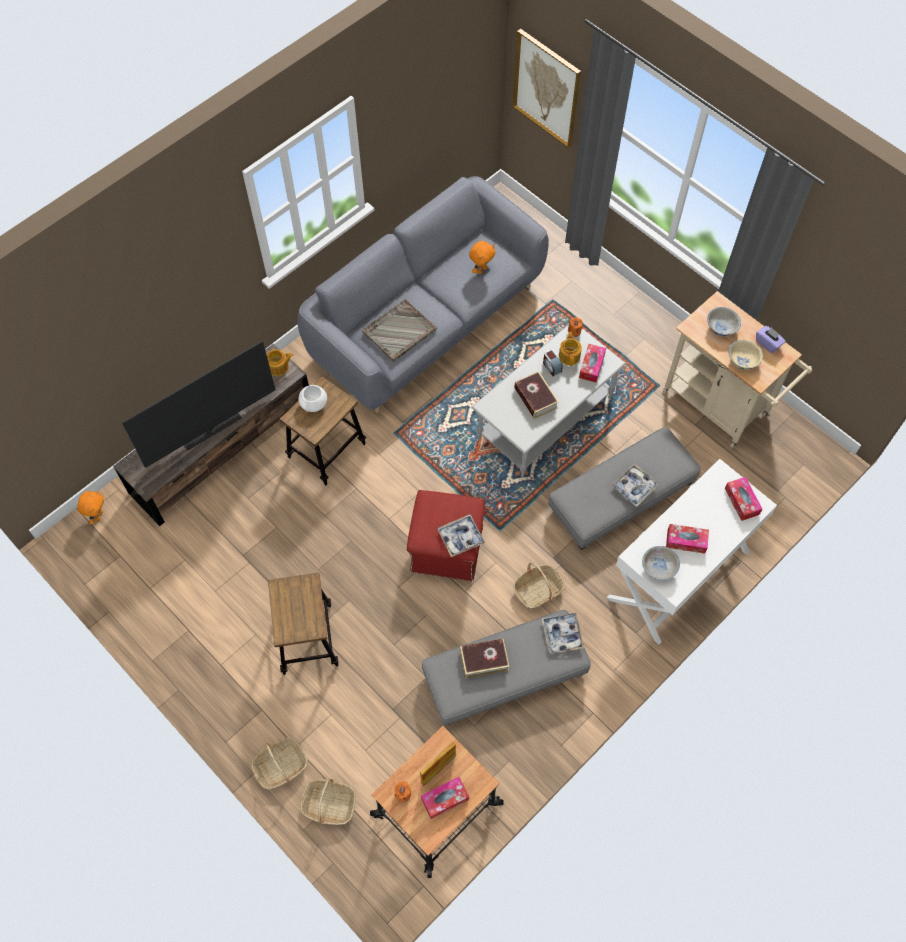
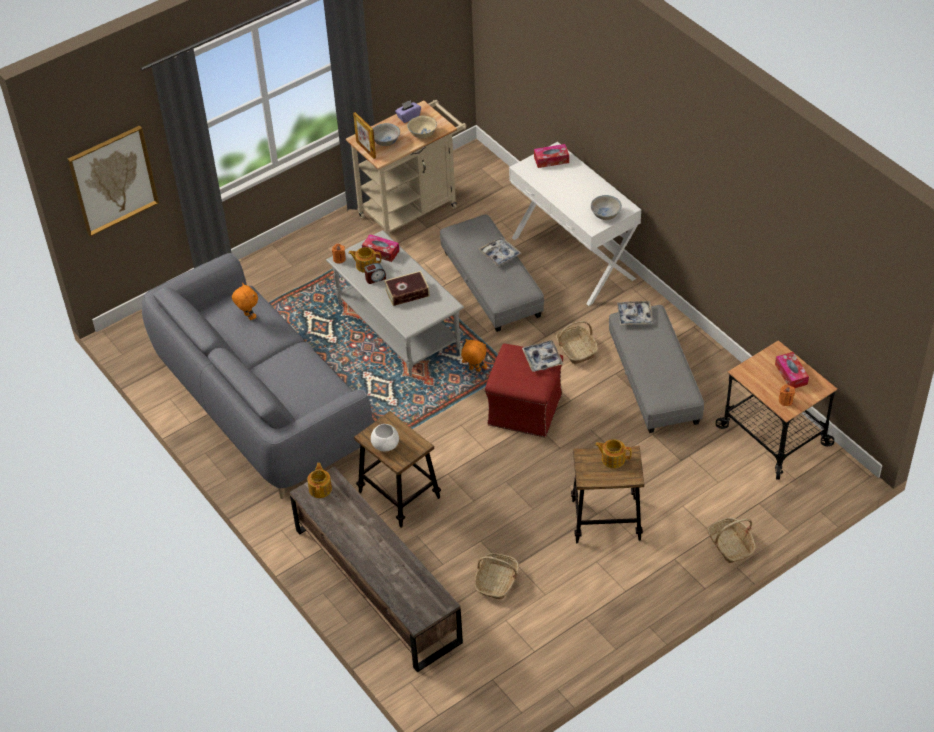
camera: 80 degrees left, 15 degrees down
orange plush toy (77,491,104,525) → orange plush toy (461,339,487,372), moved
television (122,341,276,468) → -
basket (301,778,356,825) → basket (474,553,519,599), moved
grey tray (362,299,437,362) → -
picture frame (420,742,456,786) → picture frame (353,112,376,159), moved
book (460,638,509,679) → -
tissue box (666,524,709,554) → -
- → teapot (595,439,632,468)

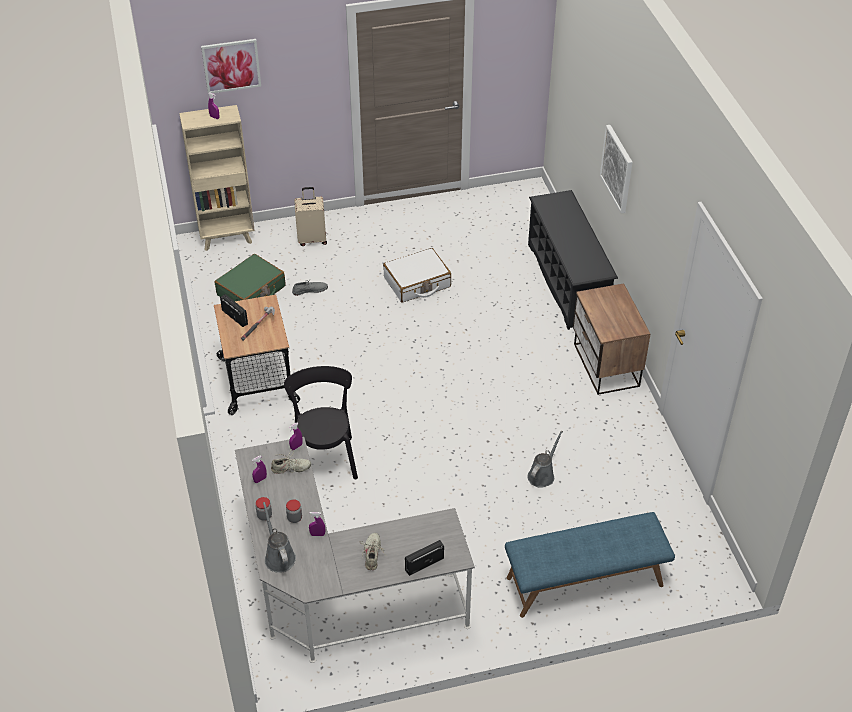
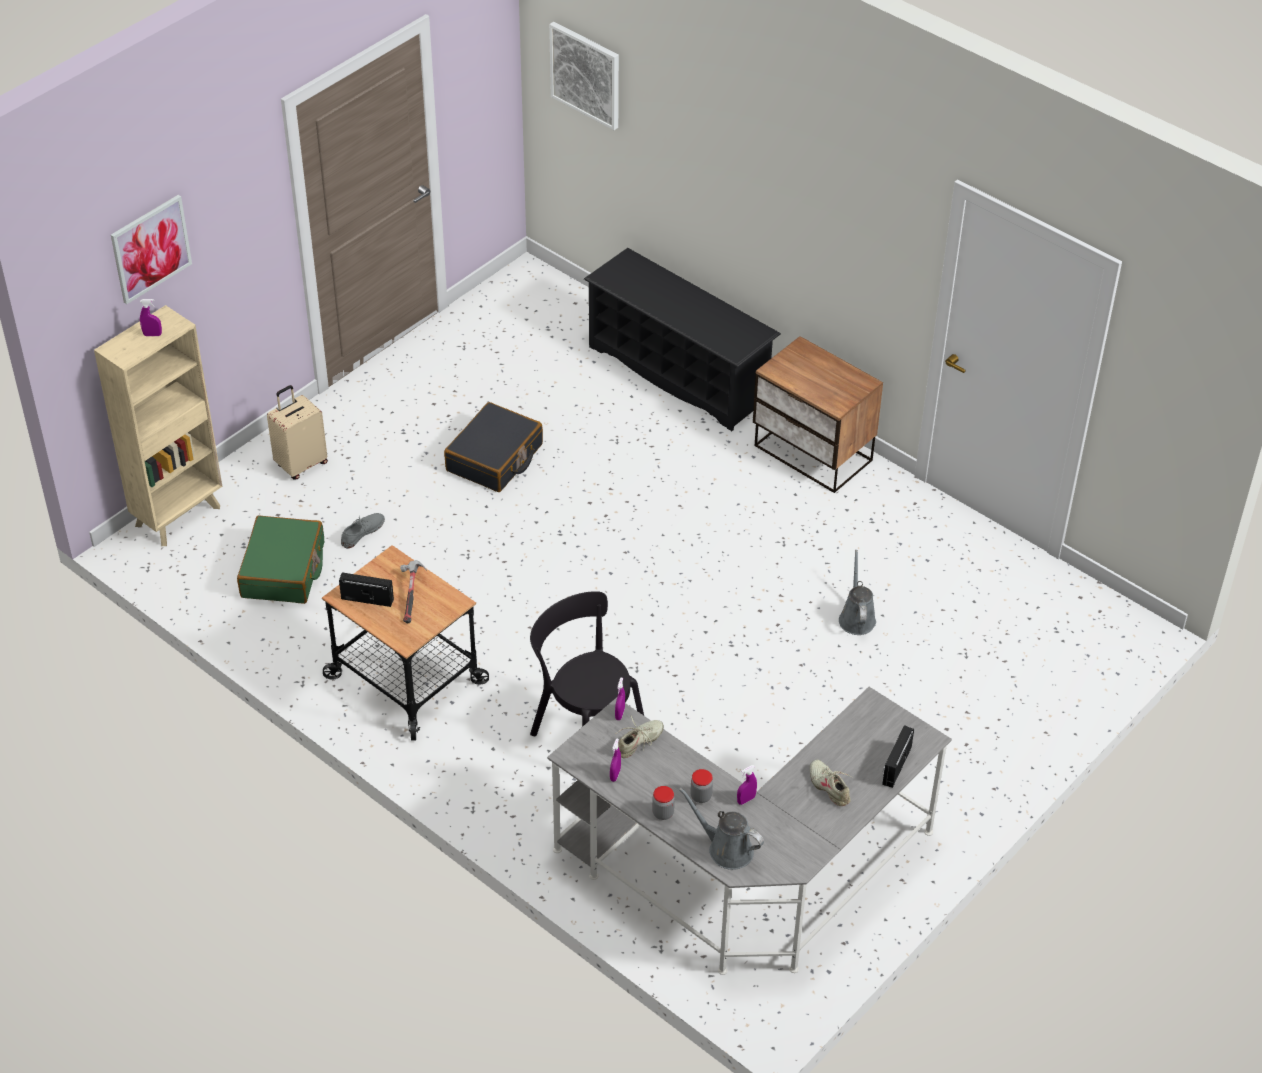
camera: 35 degrees left, 0 degrees up
white suitcase (383,248,451,303) → black suitcase (444,402,543,492)
blue bench (505,512,675,618) → -
picture (600,125,633,213) → picture (549,22,619,130), moved

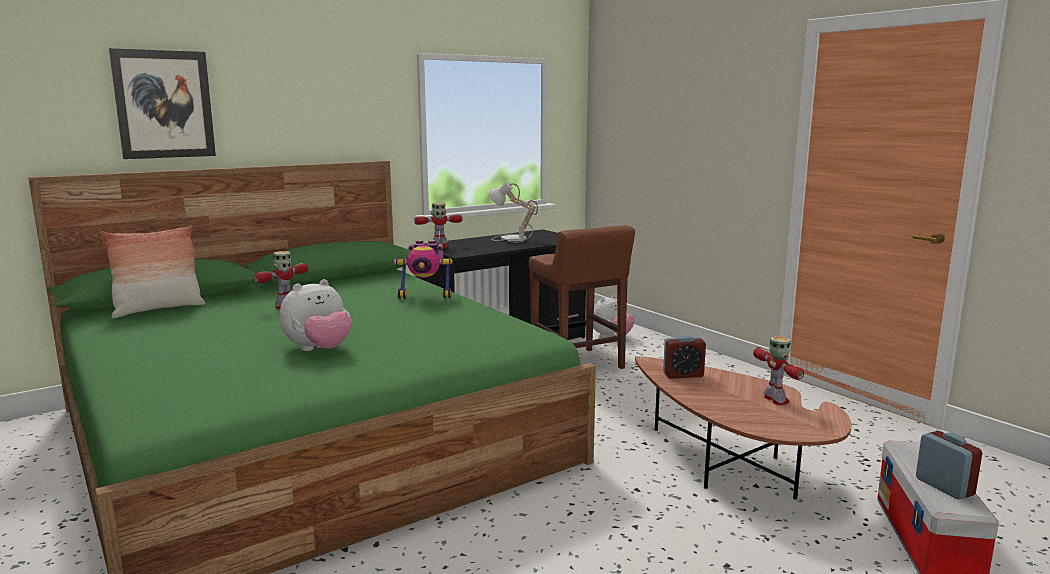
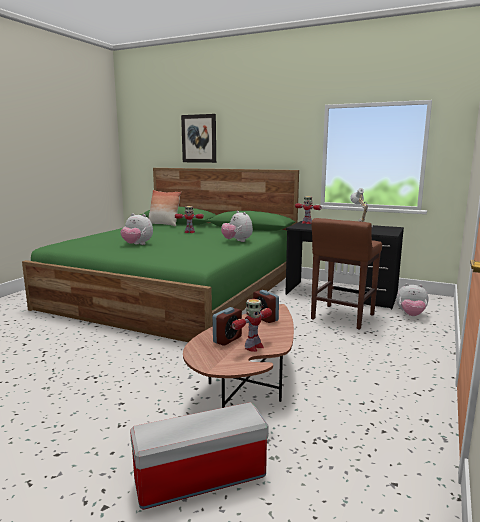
camera: 60 degrees right, 0 degrees up
toy robot (394,240,453,299) → plush toy (221,211,253,242)
alarm clock (916,431,982,499) → alarm clock (213,307,242,346), moved

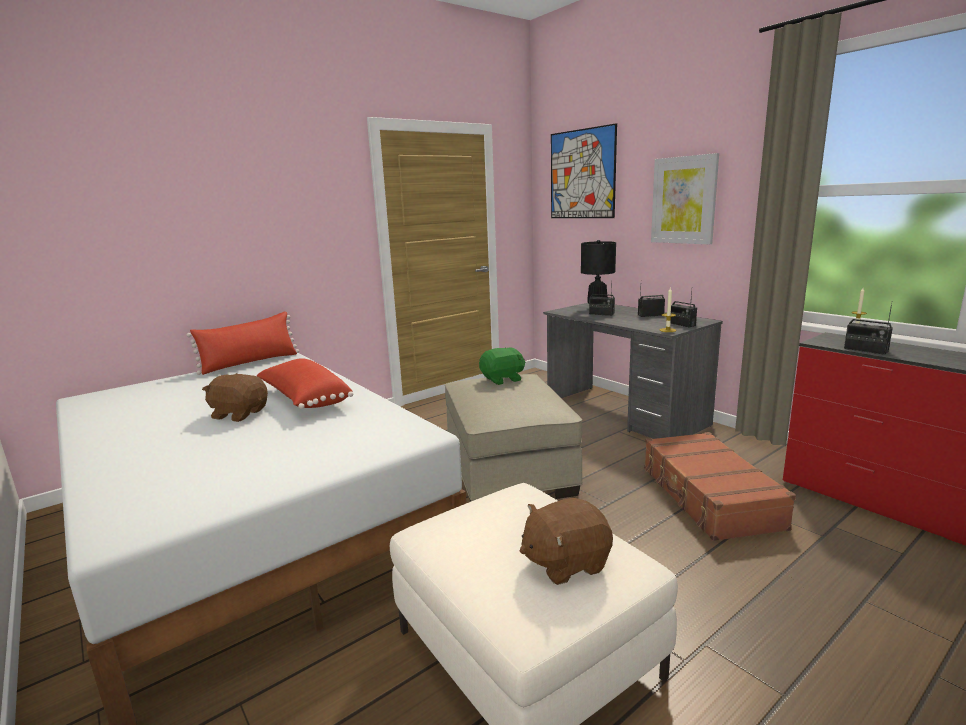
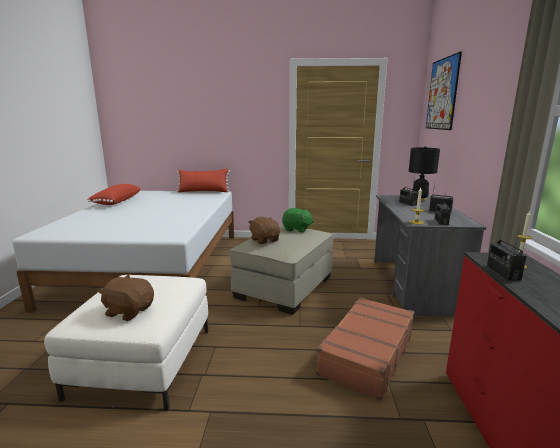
camera: 40 degrees right, 0 degrees up
brown plush toy (202,373,268,422) → brown plush toy (248,217,280,244), moved
red pillow (256,358,353,409) → red pillow (87,184,141,205), moved
picture (651,153,719,244) → -

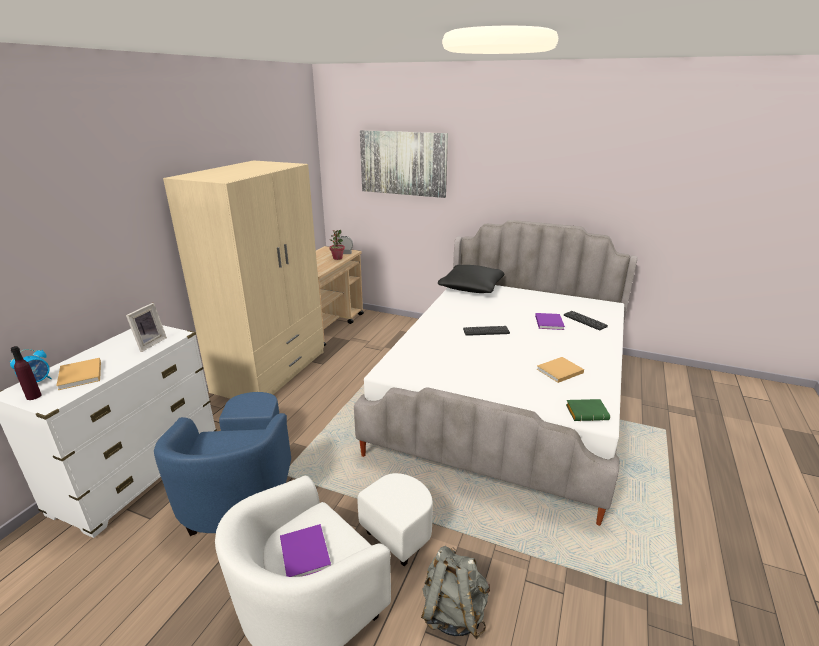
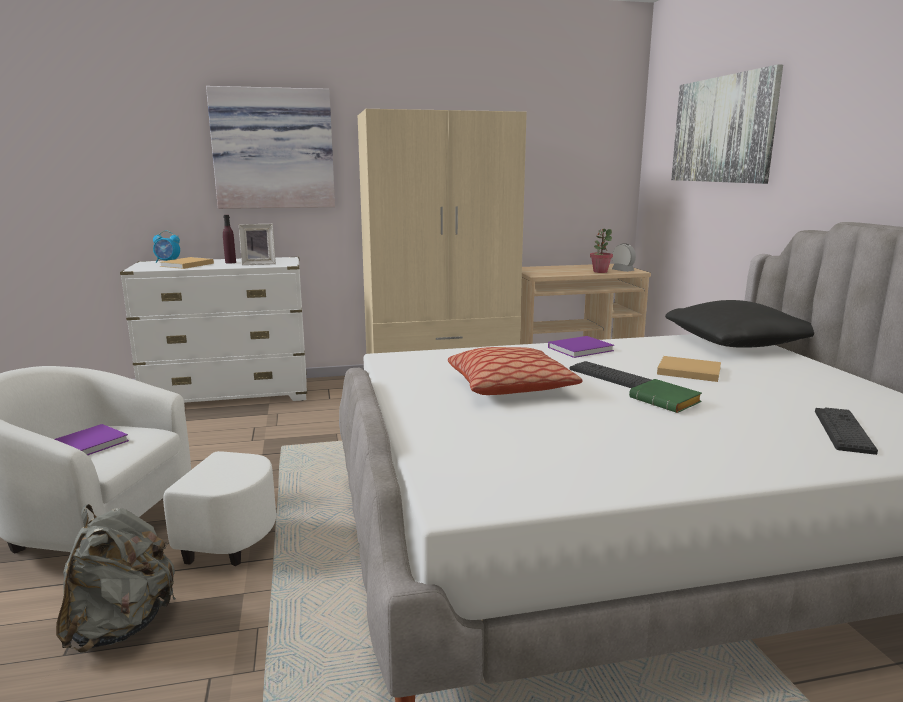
camera: 55 degrees right, 10 degrees down
purple bottle (11,346,42,400) → purple bottle (223,215,236,264), moved
blue armchair (154,392,291,536) → -
purple book (535,313,565,330) → purple book (548,336,614,358), moved
beige book (537,357,584,383) → beige book (657,356,721,382), moved
green book (566,399,610,421) → green book (629,379,702,413), moved
- → picture (206,86,335,209)
- → pillow (448,347,583,395)

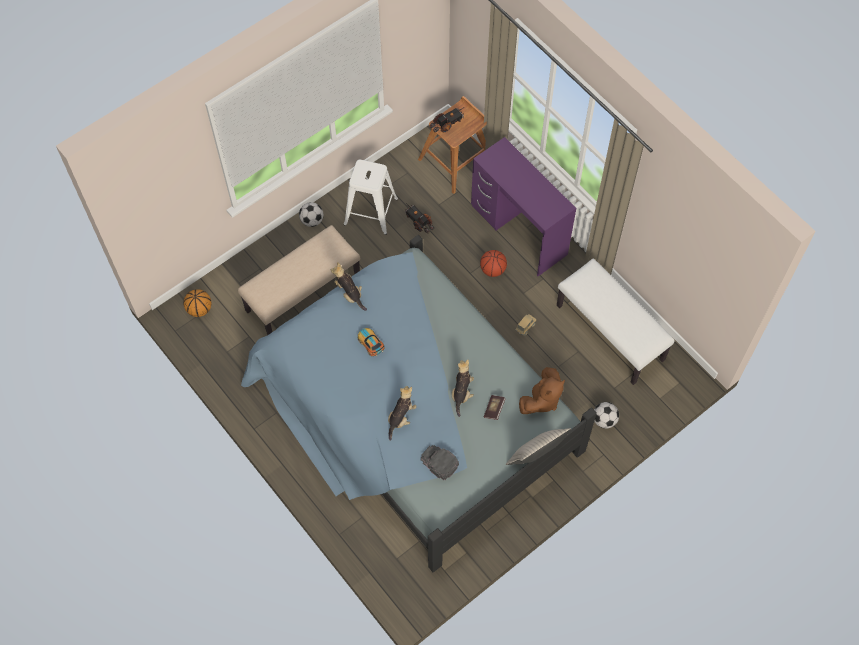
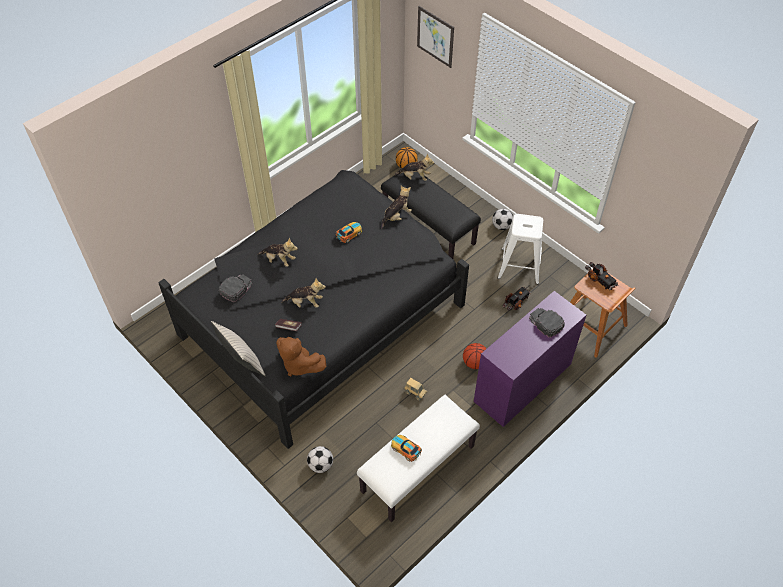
camera: 85 degrees right, 10 degrees down
beige bench (238,225,361,336) → black bench (381,172,481,259)
blue bed (241,235,597,572) → black bed (158,170,469,449)
- → toy car (391,435,422,462)
- → plush toy (395,153,434,181)
- → picture (417,6,454,68)
- → black cap (529,308,565,338)

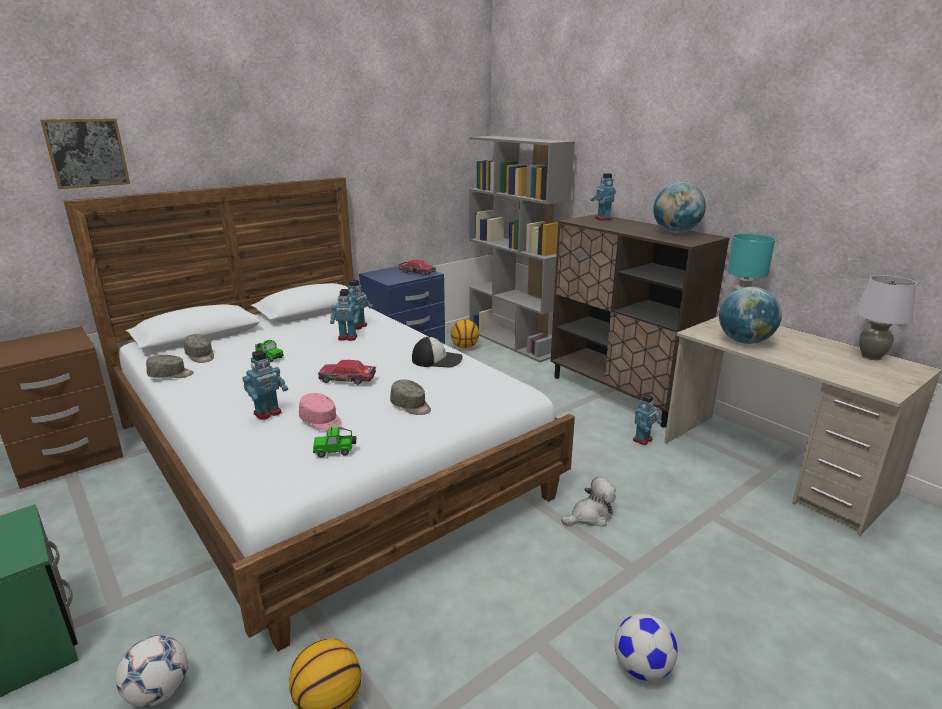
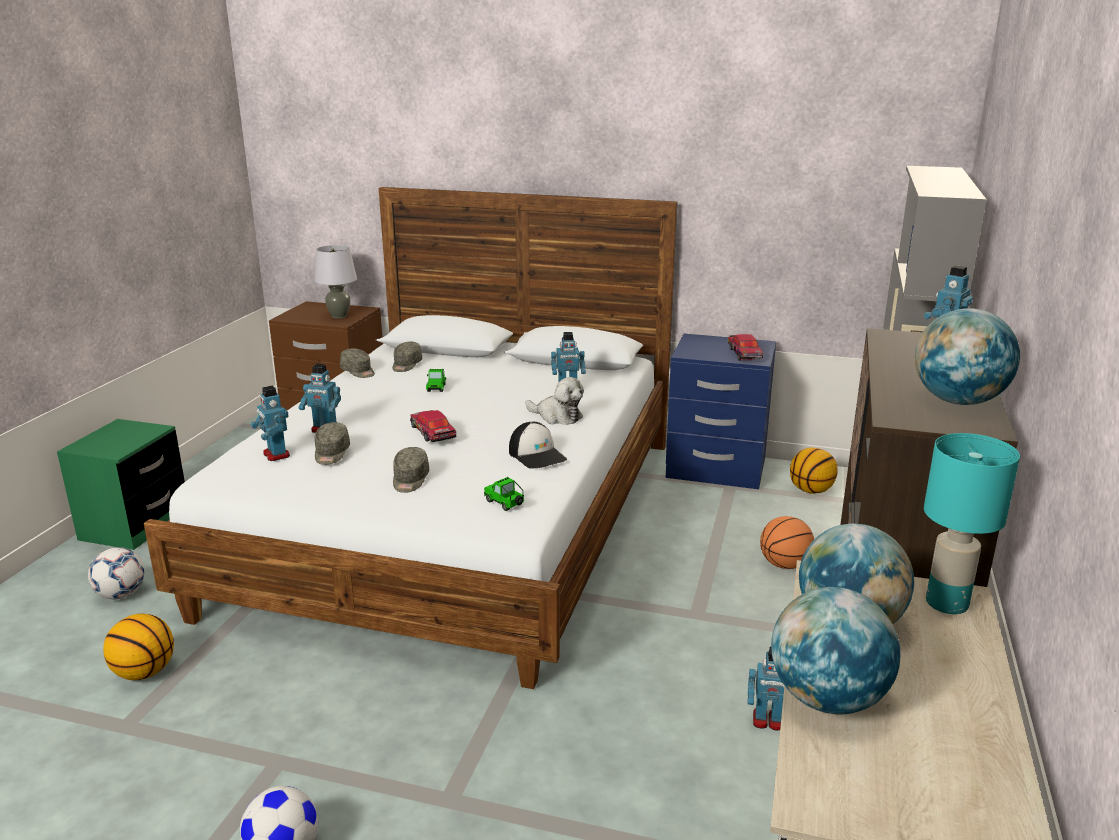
camera: 55 degrees right, 0 degrees up
picture (40,118,130,189) → -
pink cap (299,393,342,431) → grey cap (315,422,350,465)
toy car (313,427,356,457) → toy car (484,477,524,511), moved
toy robot (330,289,360,341) → toy robot (251,386,290,461), moved
plush toy (561,477,616,527) → plush toy (525,377,584,425), moved
grey table lamp (855,275,917,360) → grey table lamp (314,245,357,319), moved
- → basketball (760,516,814,569)
- → globe (771,587,901,715)

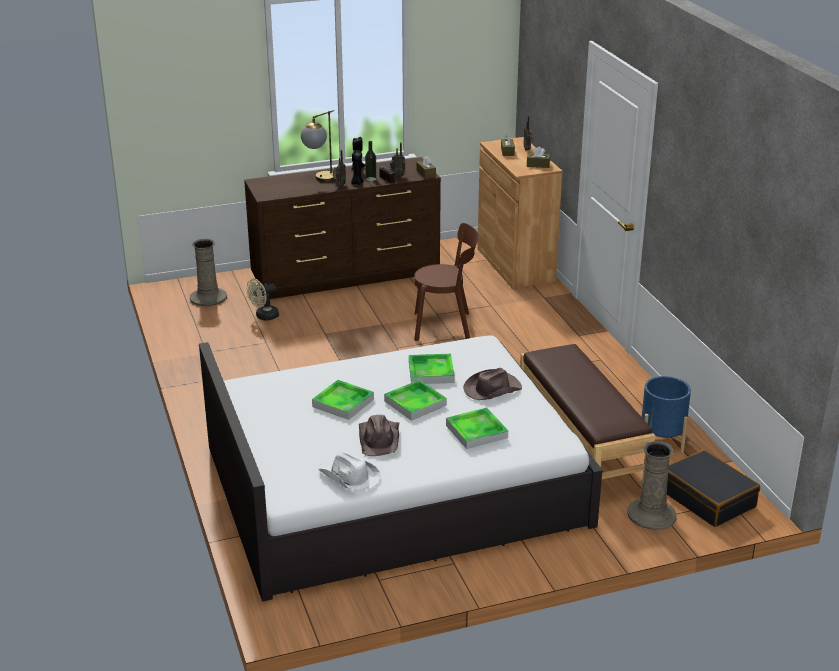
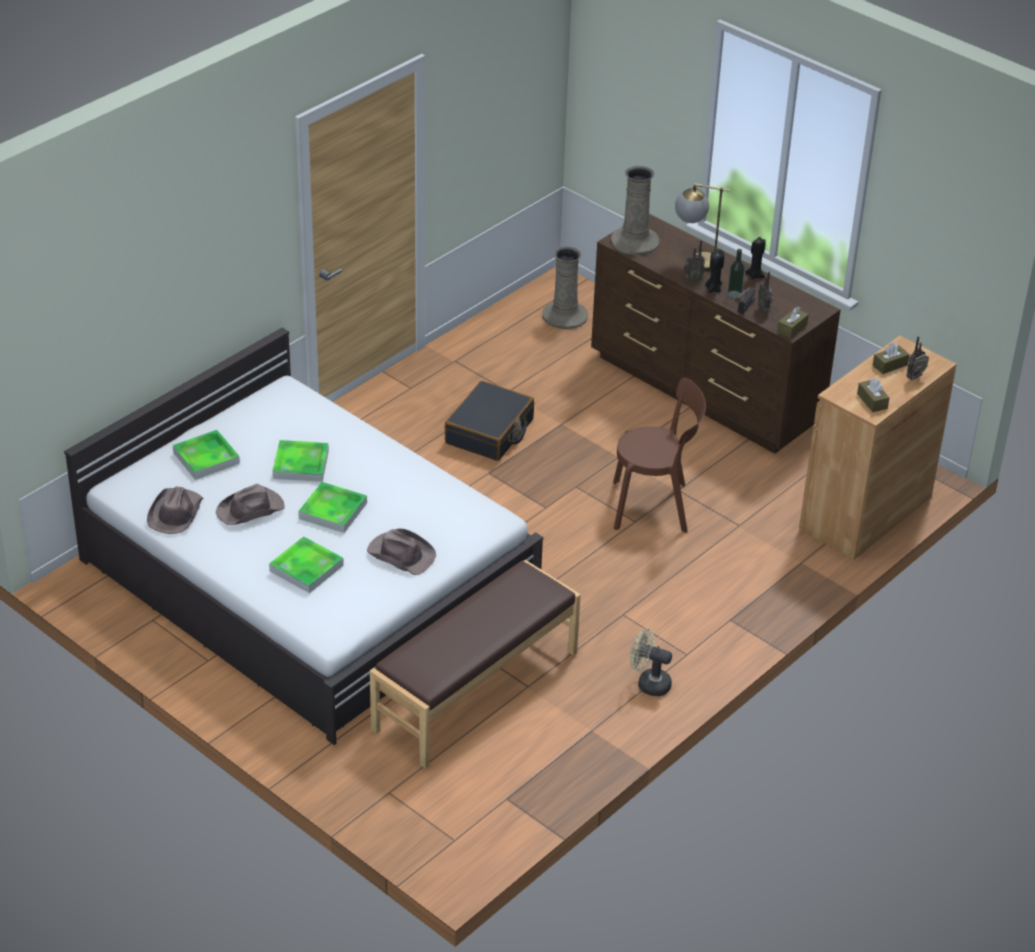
camera: 60 degrees right, 10 degrees up
beige fan (247,279,279,320) → beige fan (630,629,672,696), moved
white hat (318,452,381,493) → brown hat (147,486,203,534)
tray (409,354,455,384) → tray (173,430,240,480), moved
brown chair (414,223,479,341) → brown chair (613,378,706,533), 60 degrees counterclockwise
beige vase (628,441,677,530) → beige vase (611,166,660,255), moved
blue planter (642,376,691,453) → -
black suitcase (667,450,760,527) → black suitcase (445,381,534,461), moved

